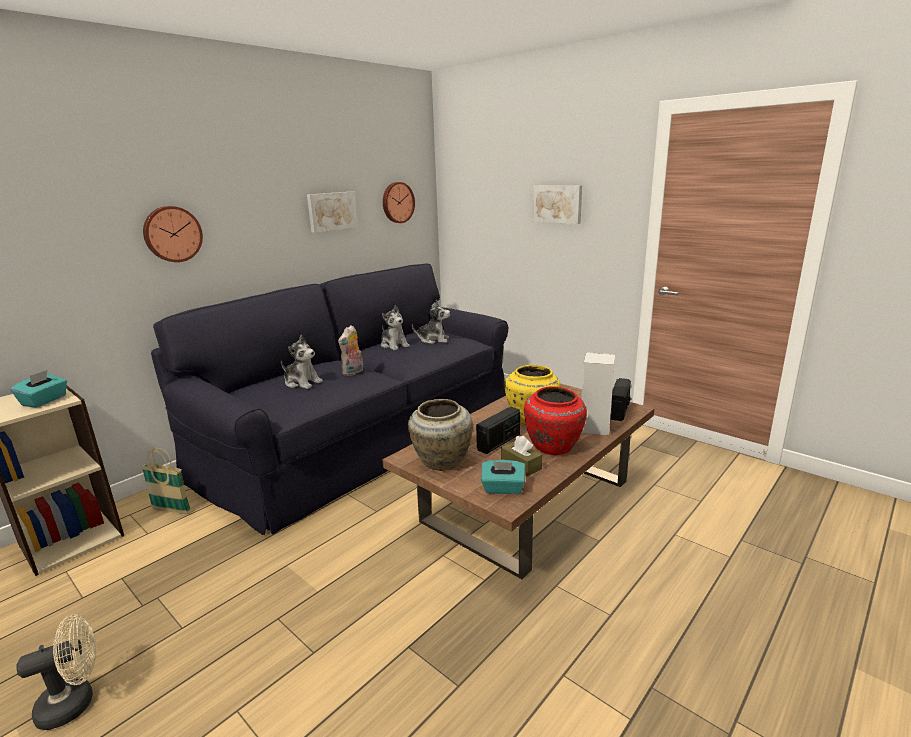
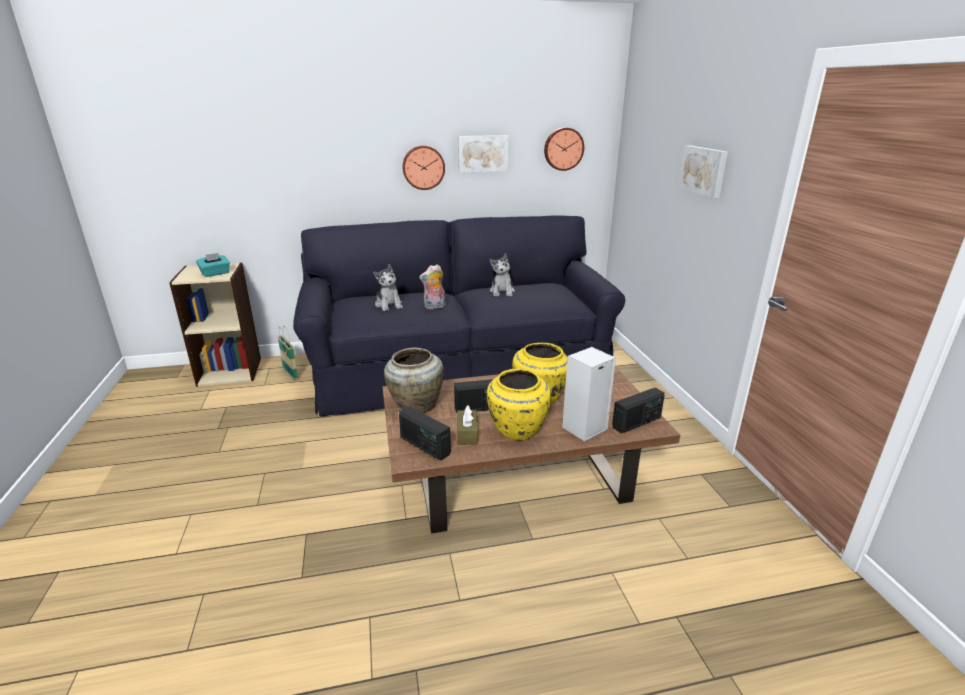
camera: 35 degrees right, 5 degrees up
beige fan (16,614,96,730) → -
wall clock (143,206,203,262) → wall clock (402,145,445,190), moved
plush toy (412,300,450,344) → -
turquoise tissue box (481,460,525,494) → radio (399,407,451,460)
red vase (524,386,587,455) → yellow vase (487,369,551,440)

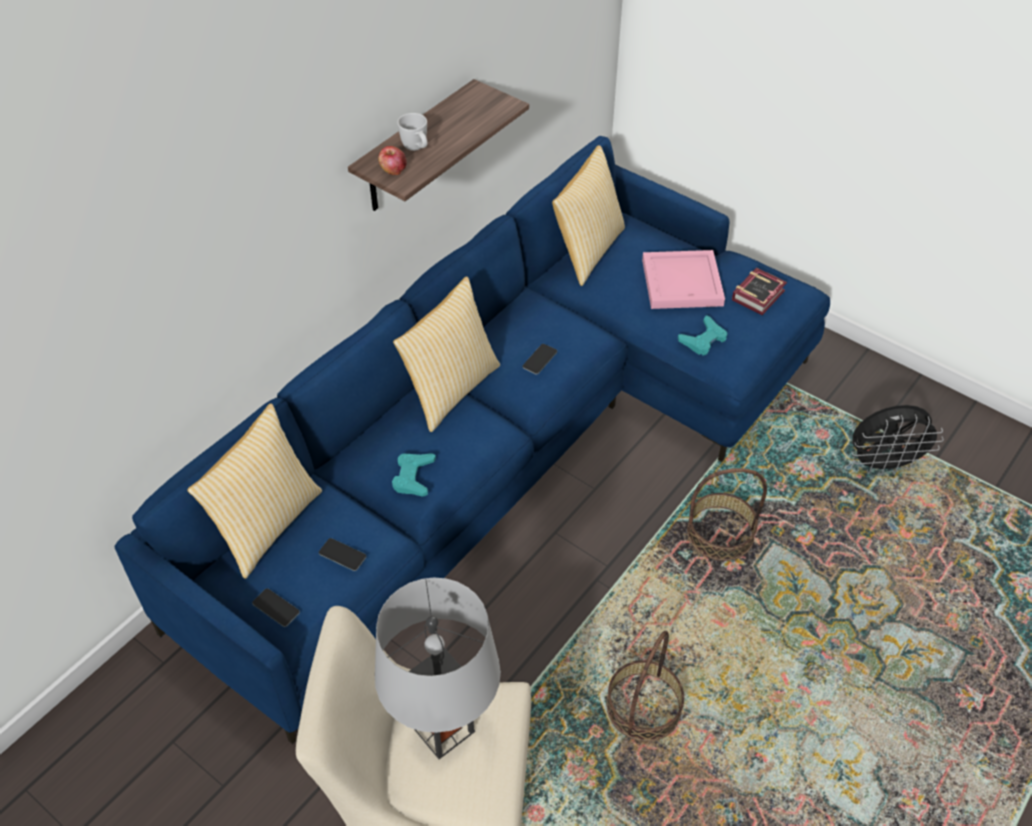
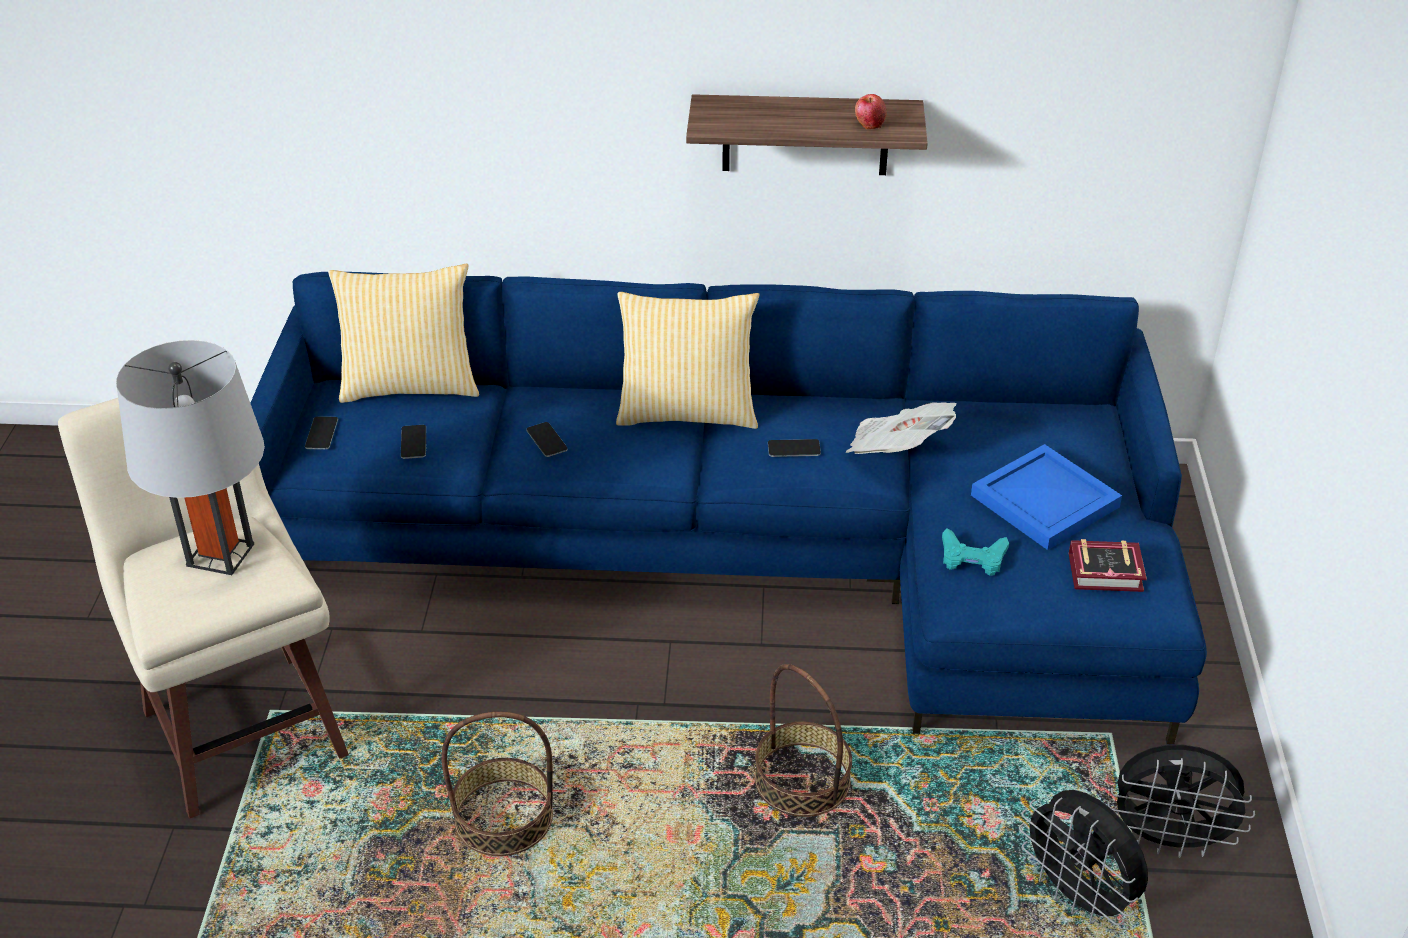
camera: 55 degrees right, 10 degrees down
apple (378,146,407,175) → apple (855,94,886,129), moved
turquoise game controller (392,453,436,497) → phone (526,422,568,457)
white mug (397,113,427,151) → -
pillow (552,145,625,286) → -
pink tray (642,250,725,309) → blue tray (971,444,1122,550)
- → newspaper (846,402,956,454)
- → black fan (1108,745,1255,858)

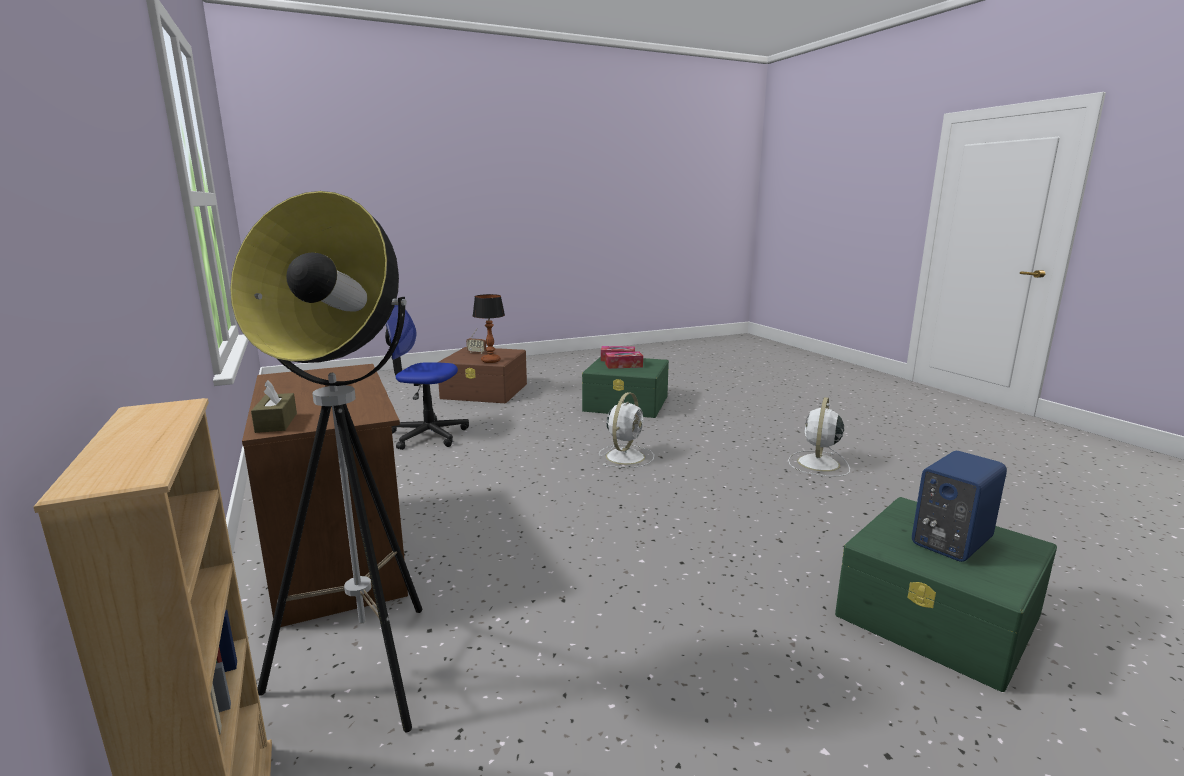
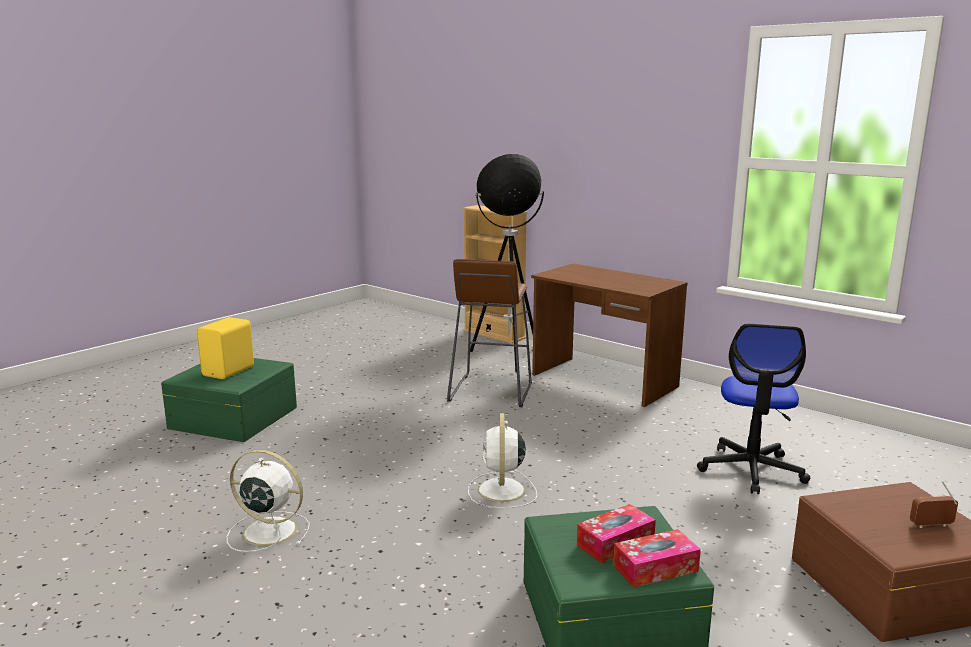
camera: 155 degrees right, 0 degrees up
brown tissue box (251,380,297,433) → -
office chair (385,305,469,450) → office chair (697,324,810,494), 120 degrees clockwise
table lamp (473,294,505,363) → -
white fan (788,397,850,476) → white fan (227,450,310,552), 75 degrees counterclockwise
blue speaker (912,451,1007,562) → yellow speaker (197,317,254,379)
- → brown stool (447,259,532,407)

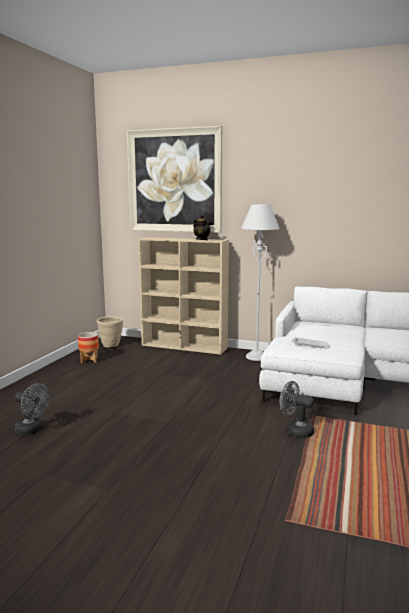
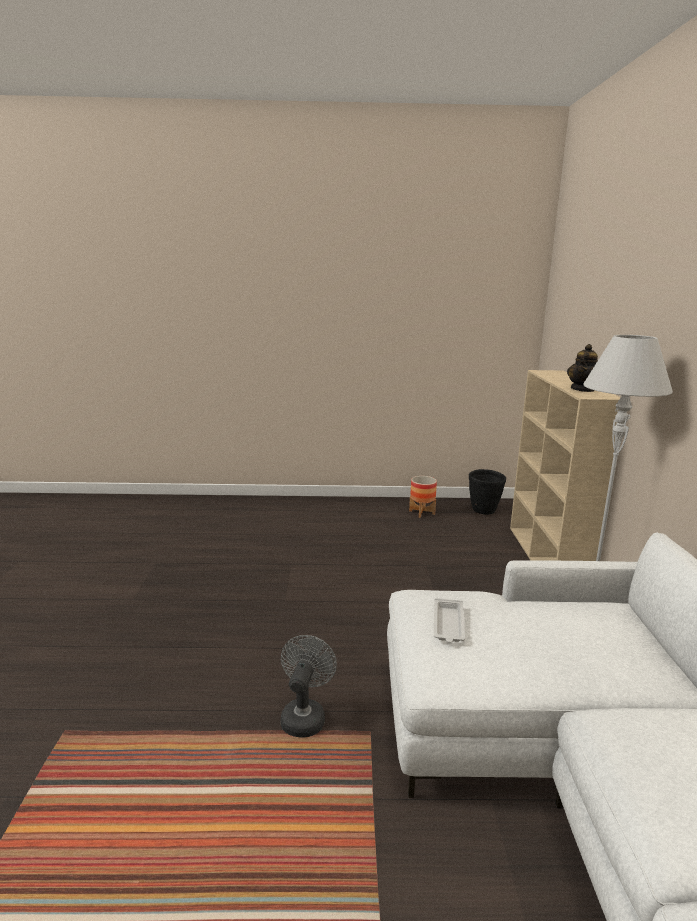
camera: 70 degrees right, 5 degrees up
grey fan (15,383,50,435) → -
beige planter (97,316,123,348) → black planter (469,469,506,515)
picture (127,126,222,233) → -

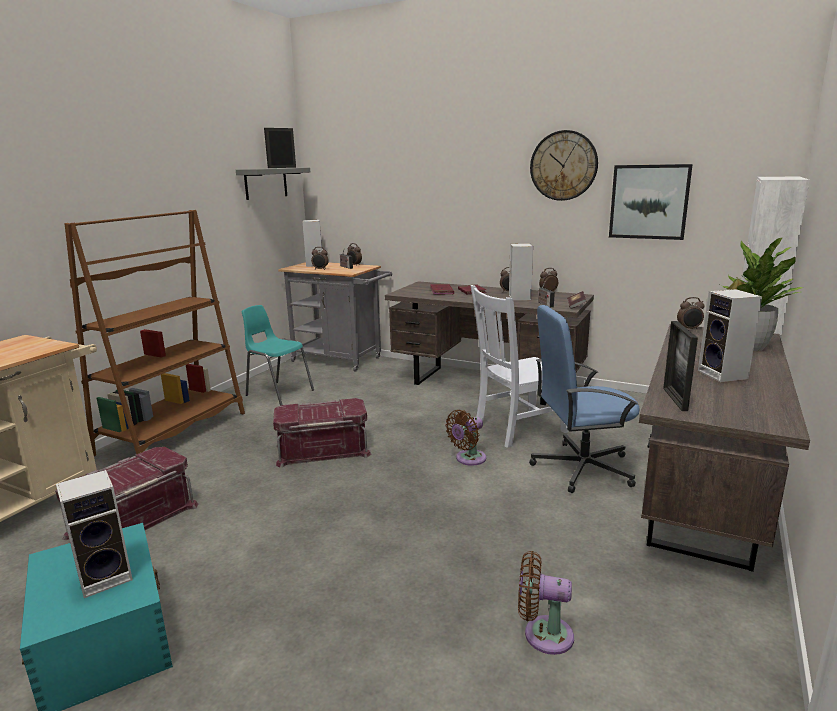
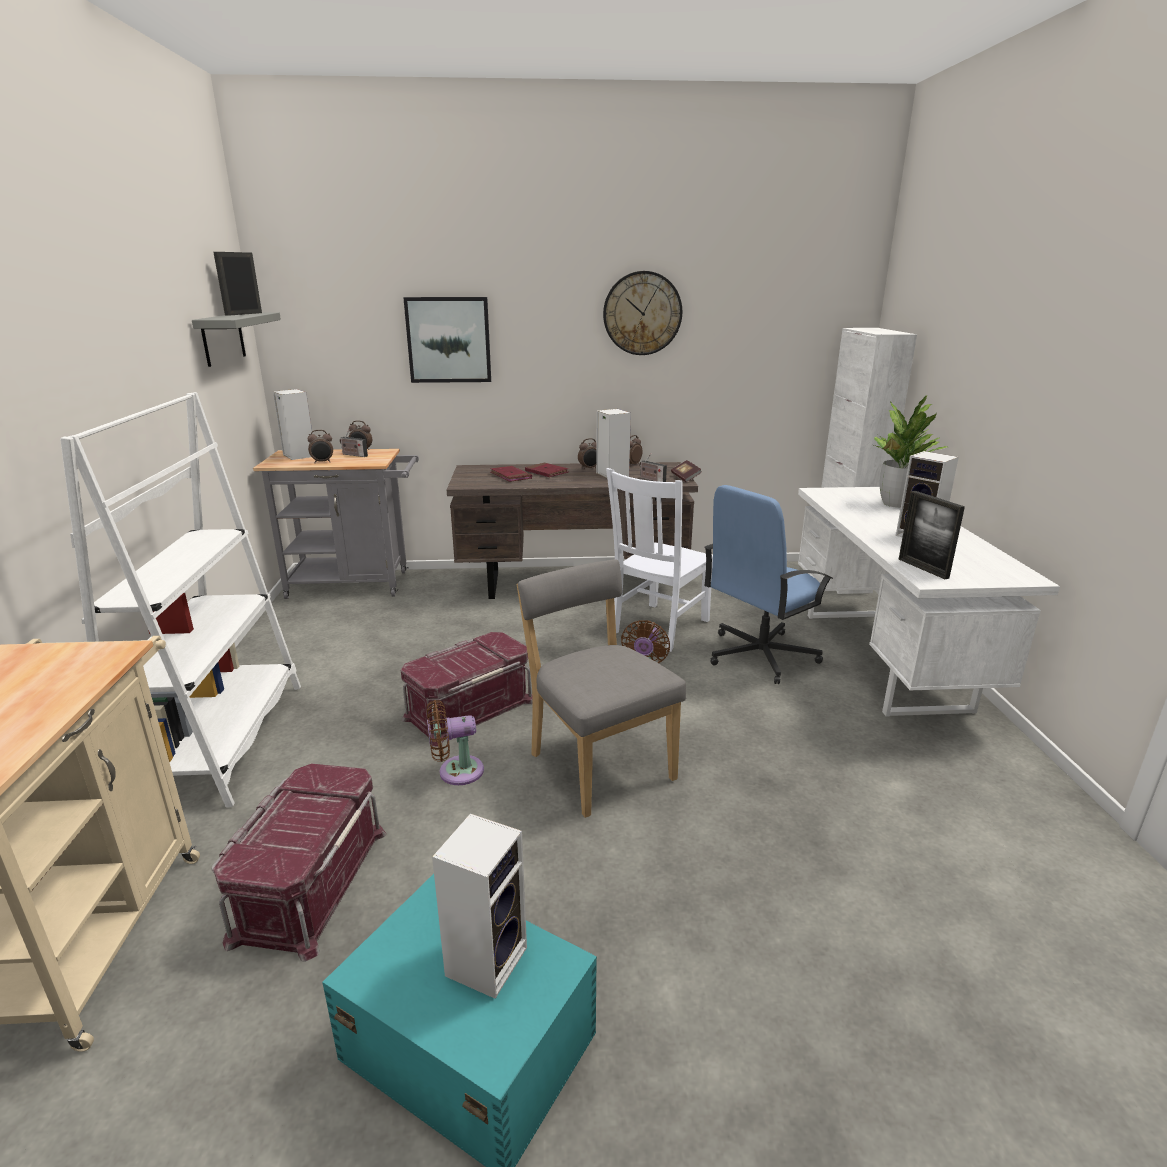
camera: 30 degrees left, 5 degrees up
brown bookcase (65,210,245,456) → white bookcase (60,392,301,808)
turquoise chair (242,305,314,406) → -
brown fan (518,551,574,655) → brown fan (427,700,484,785), moved
picture (609,164,693,240) → picture (403,297,491,383), moved
brown desk (639,324,810,572) → white desk (798,487,1060,717)
alarm clock (677,297,705,330) → -
- → grey chair (517,560,686,818)

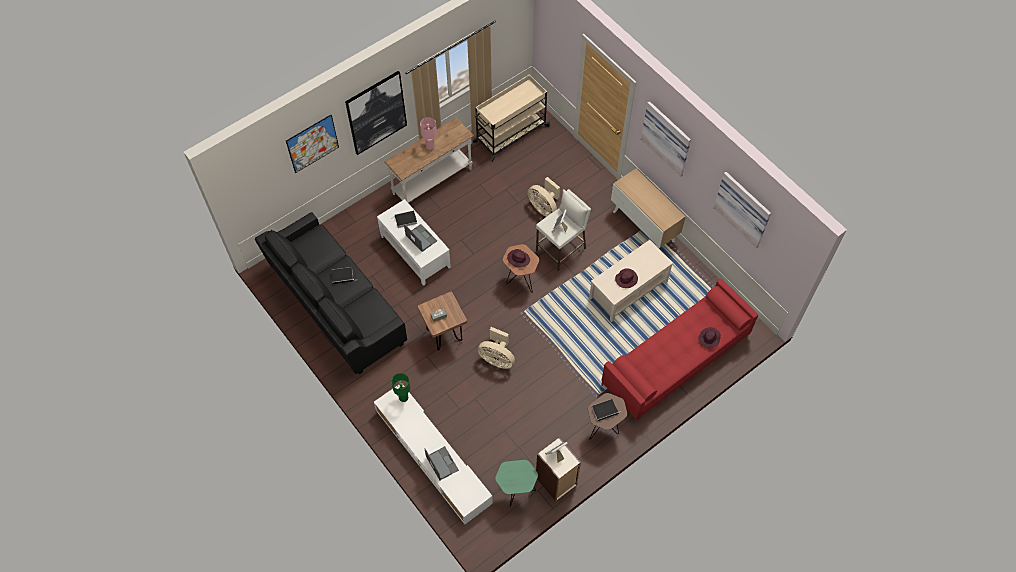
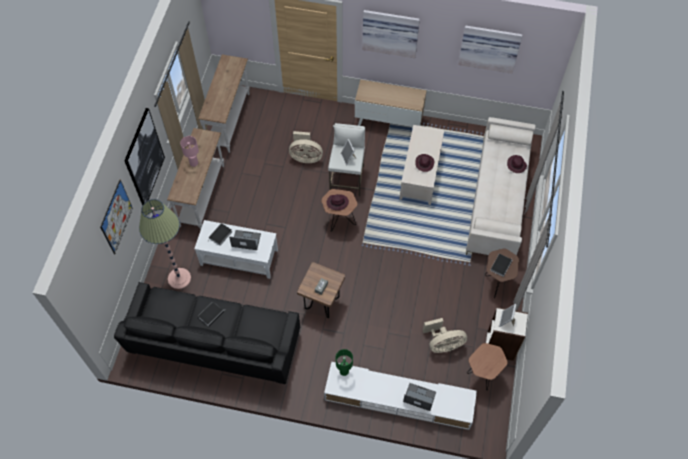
camera: 40 degrees left, 0 degrees up
beige cart (473,74,550,162) → white console table (198,55,250,153)
beige fan (478,327,515,369) → beige fan (423,318,467,353), moved
green side table (495,460,538,506) → brown side table (467,343,508,390)
red sofa (601,279,758,423) → beige sofa (466,117,536,255)
- → floor lamp (139,199,191,289)

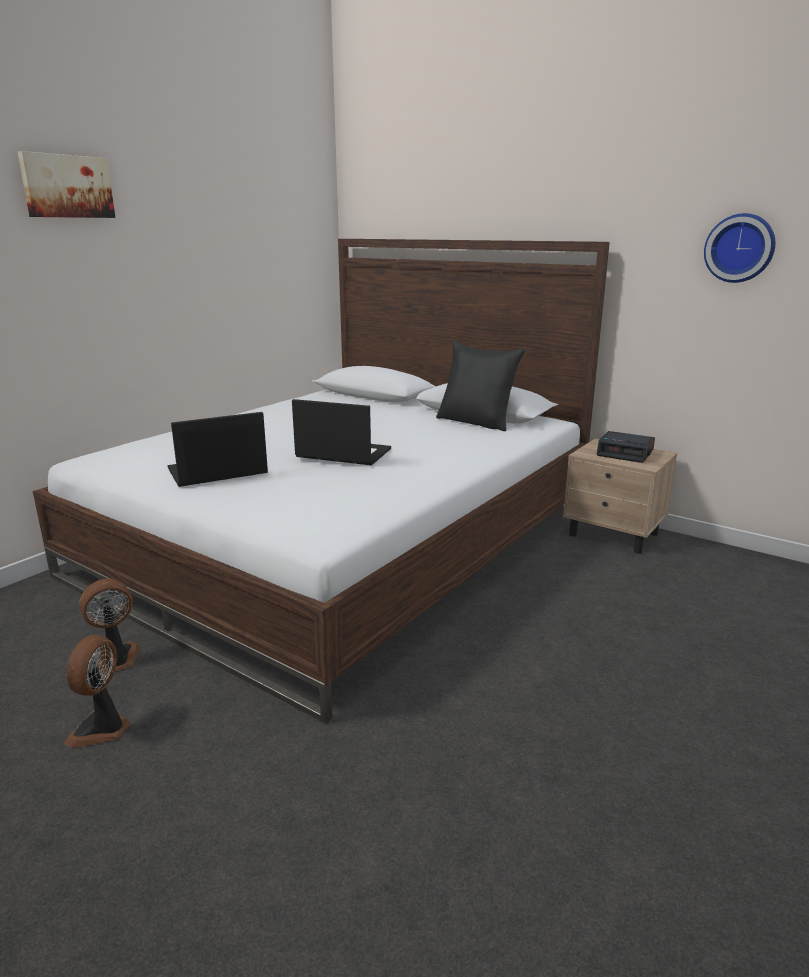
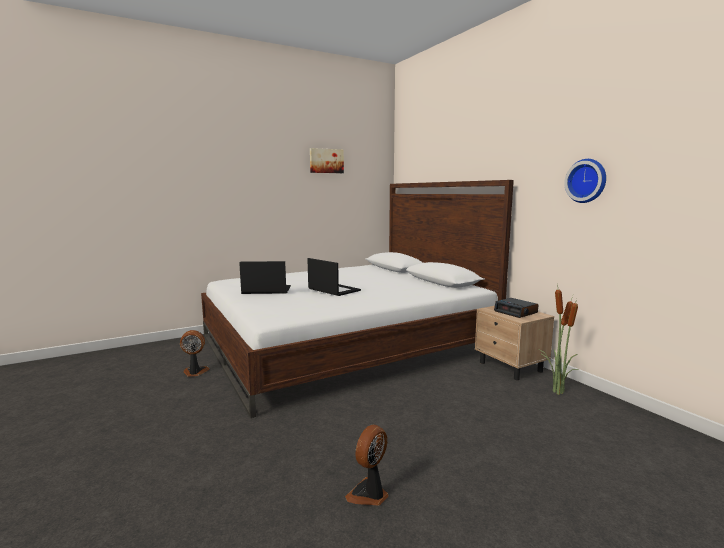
camera: 25 degrees right, 10 degrees down
picture (18,151,115,218) → picture (310,148,344,173), moved
fan (64,635,131,748) → fan (345,425,389,506), moved
black pillow (436,340,525,431) → -
- → potted plant (538,283,578,395)

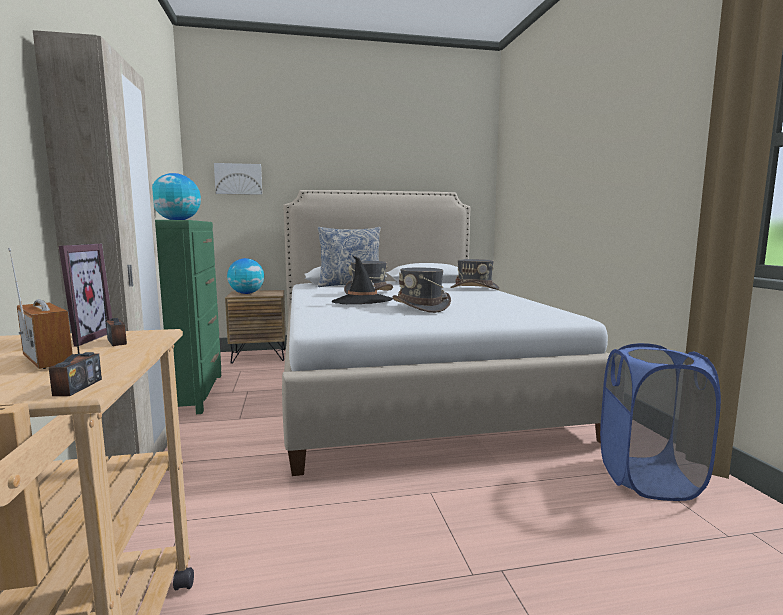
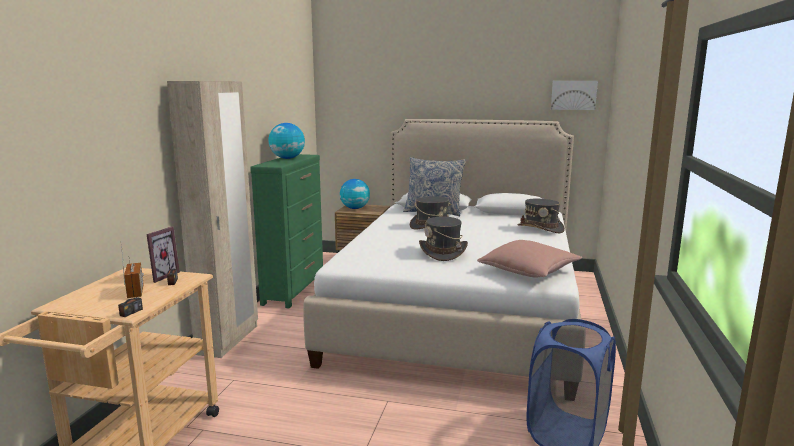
camera: 25 degrees right, 5 degrees up
picture (214,163,262,195) → picture (551,81,598,110), moved
black hat (332,256,393,304) → -
- → pink pillow (477,240,582,278)

